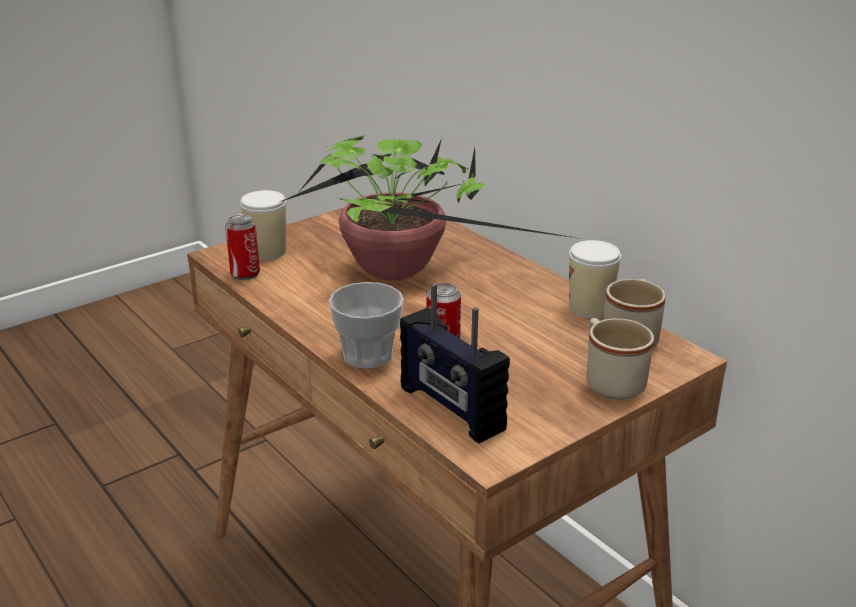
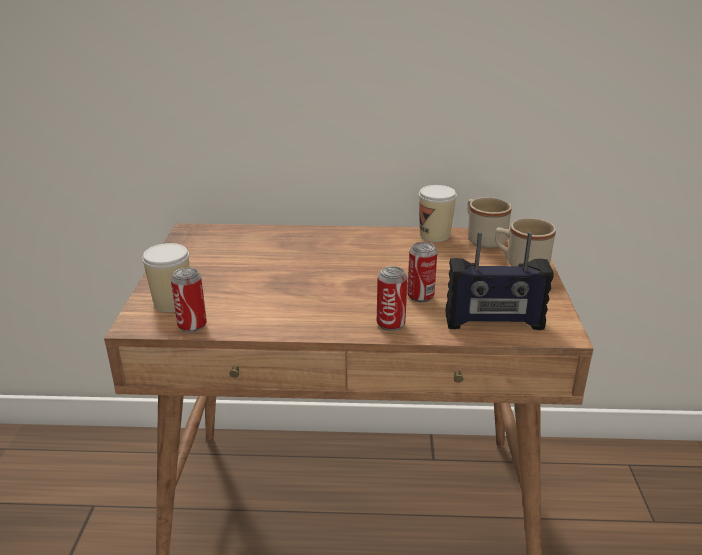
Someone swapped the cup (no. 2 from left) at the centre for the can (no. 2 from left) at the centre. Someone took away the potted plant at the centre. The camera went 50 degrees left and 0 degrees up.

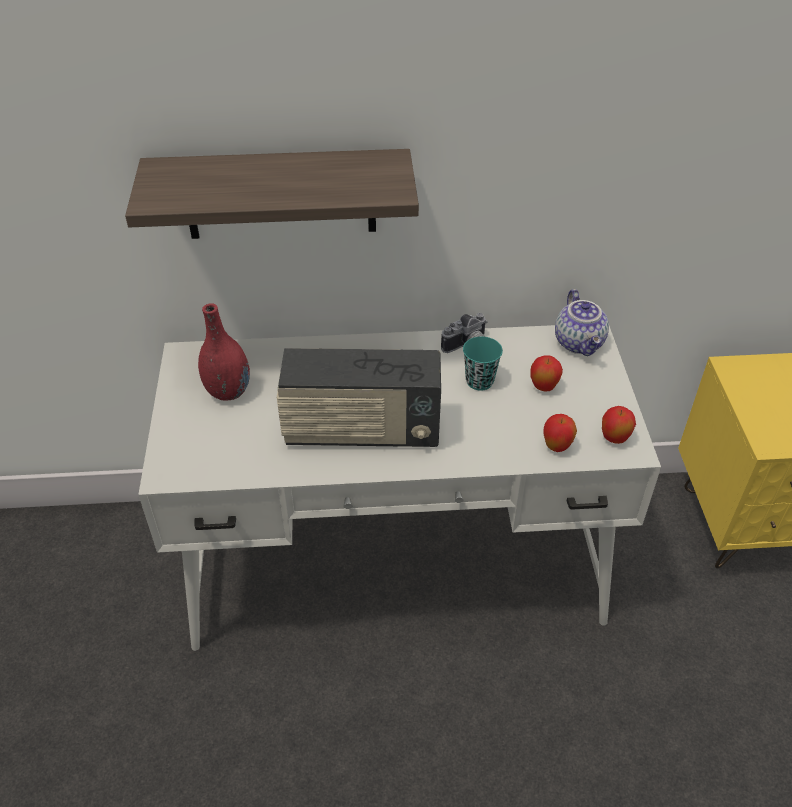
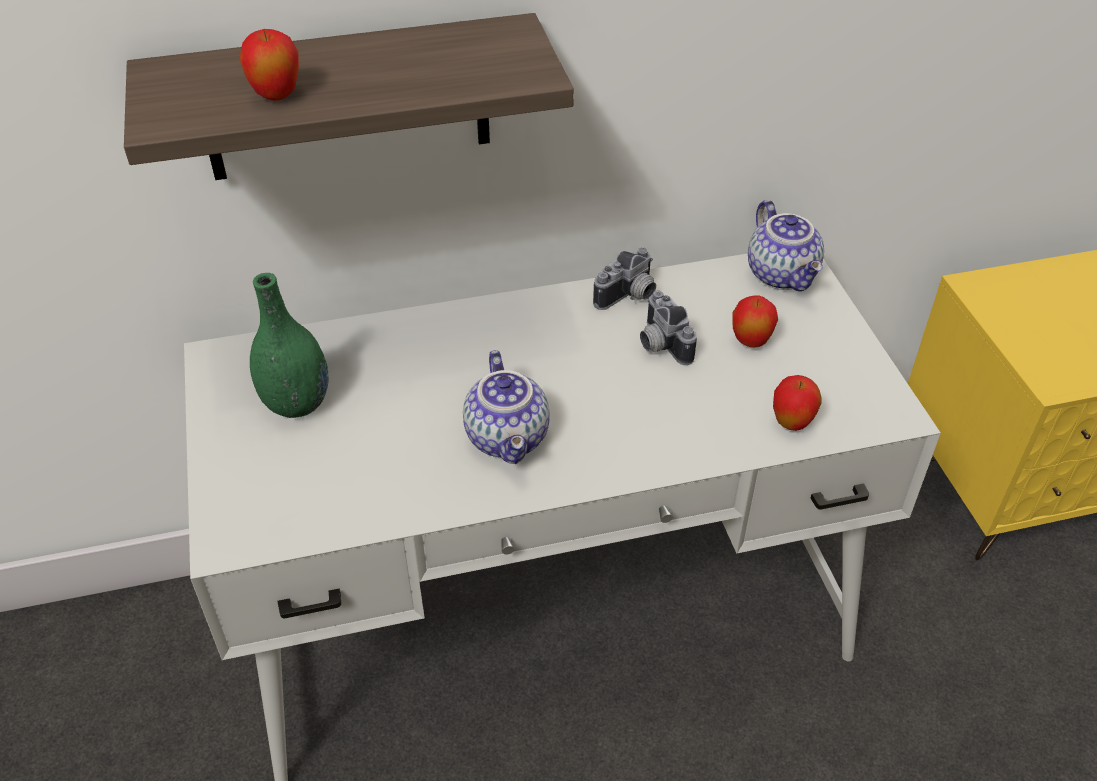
Someone carried the apple (no. 3 from left in the first image) from the middle right to the top left. Someone repainted the red vase at the middle left, which became the green vase at the middle left. Someone swapped the radio at the centre for the teapot (no. 1 from left) at the centre. Someone swapped the turquoise cup at the centre for the photo camera (no. 2 from left) at the centre. The camera went 10 degrees left and 0 degrees up.

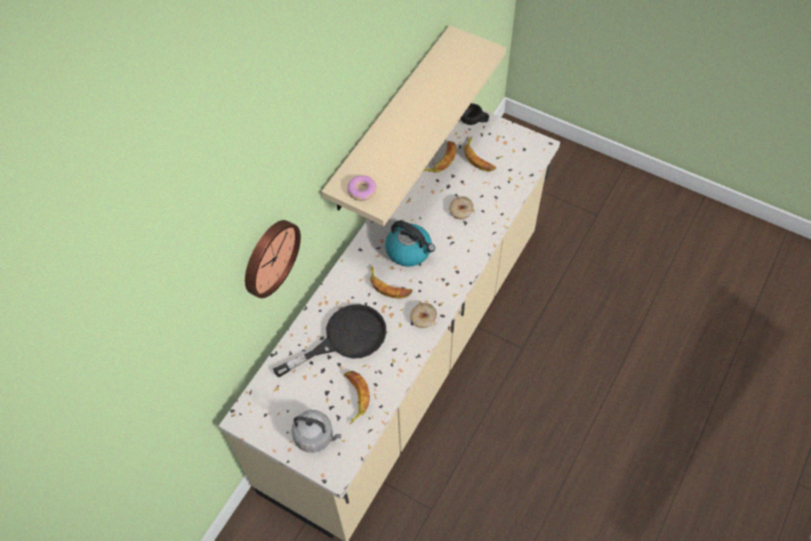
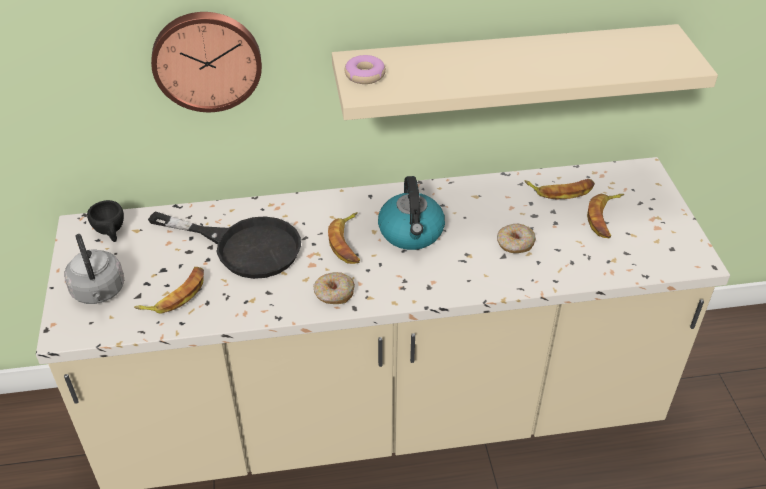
Someone carried the black cup from the top centre to the middle left. The camera went 50 degrees right and 15 degrees down.

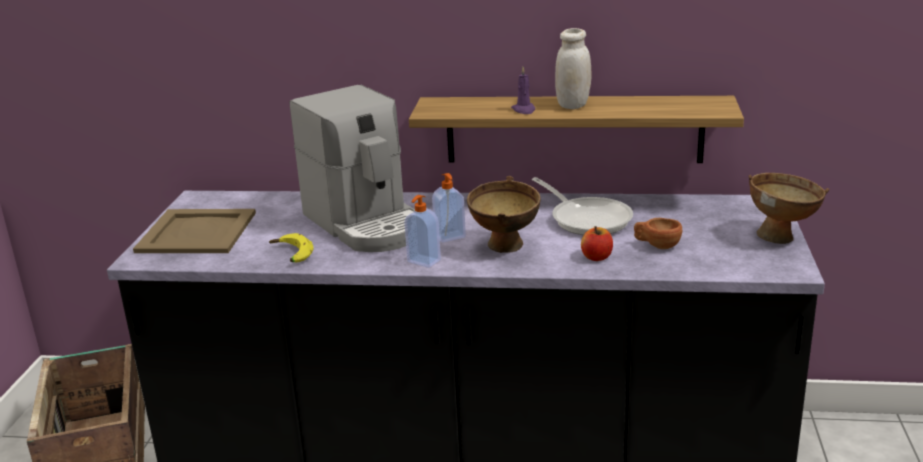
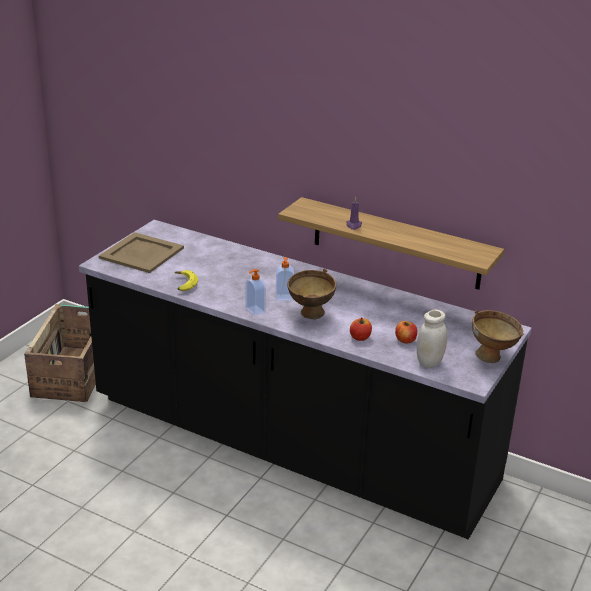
Someone swapped the brown cup at the middle right for the apple (no. 2 from left) at the middle right. Someone carried the white jar from the top centre to the middle right. Someone took away the coffee machine at the centre. Someone took away the frying pan at the centre. The camera went 20 degrees right and 5 degrees up.

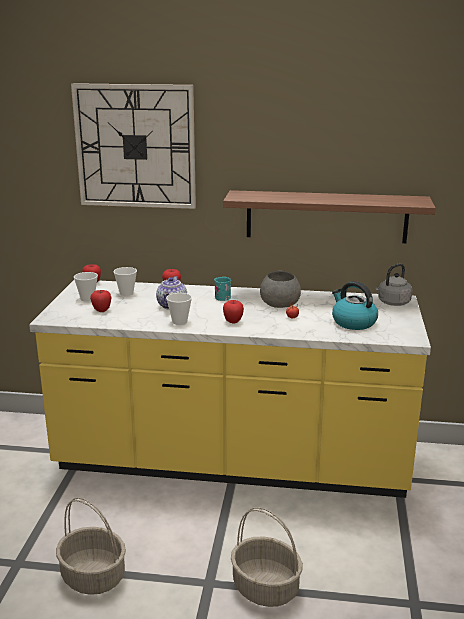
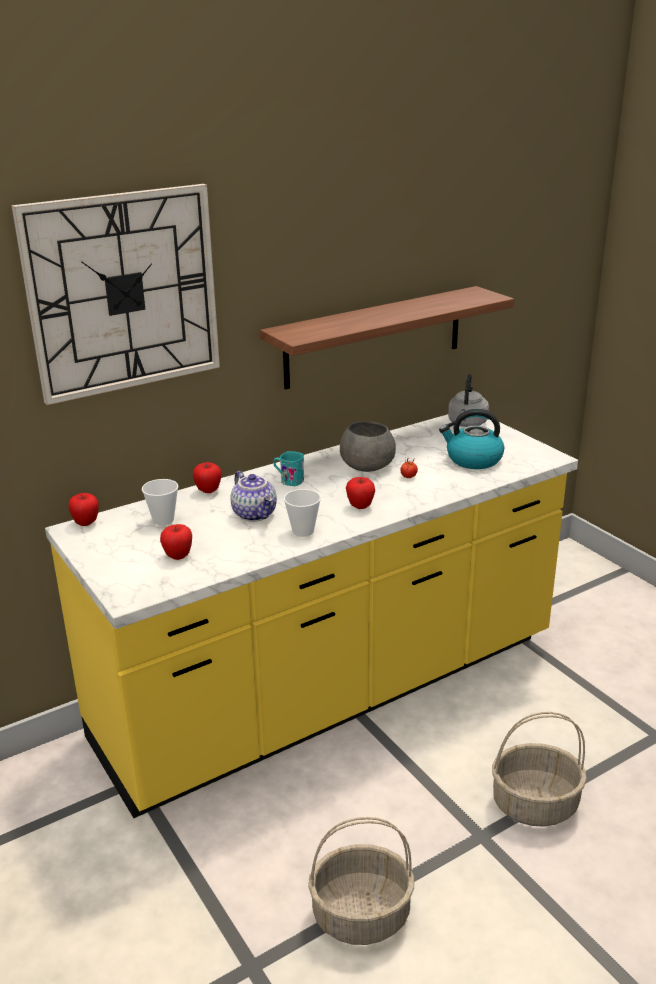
Someone took away the cup (no. 1 from left) at the middle left. The camera went 40 degrees left and 5 degrees up.

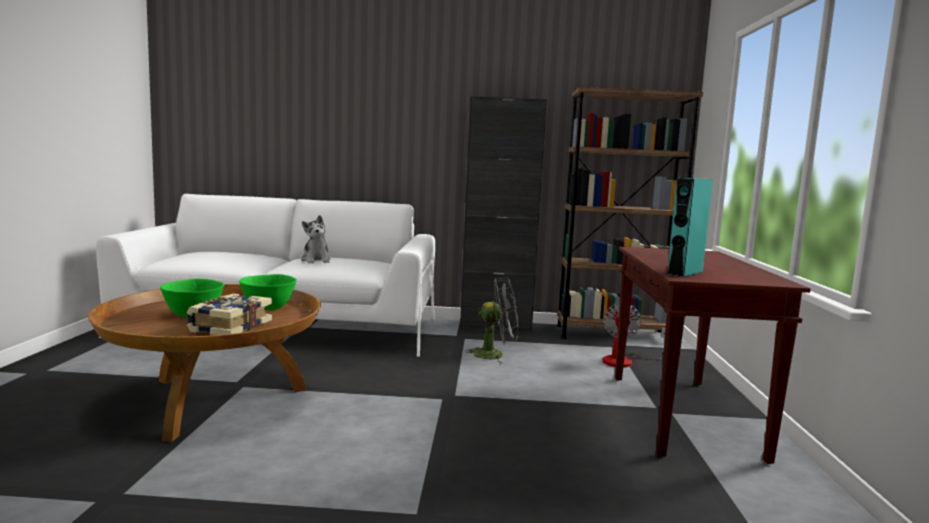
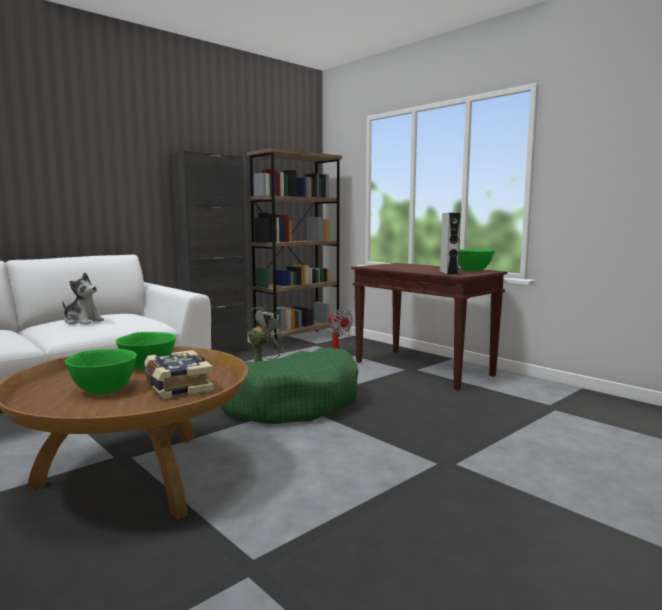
Someone put down the green dog bed at the centre. Someone repainted the turquoise speaker at the middle right, which became the grey speaker at the middle right. Someone put down the green bowl (no. 3 from left) at the middle right. The camera went 45 degrees left and 0 degrees up.

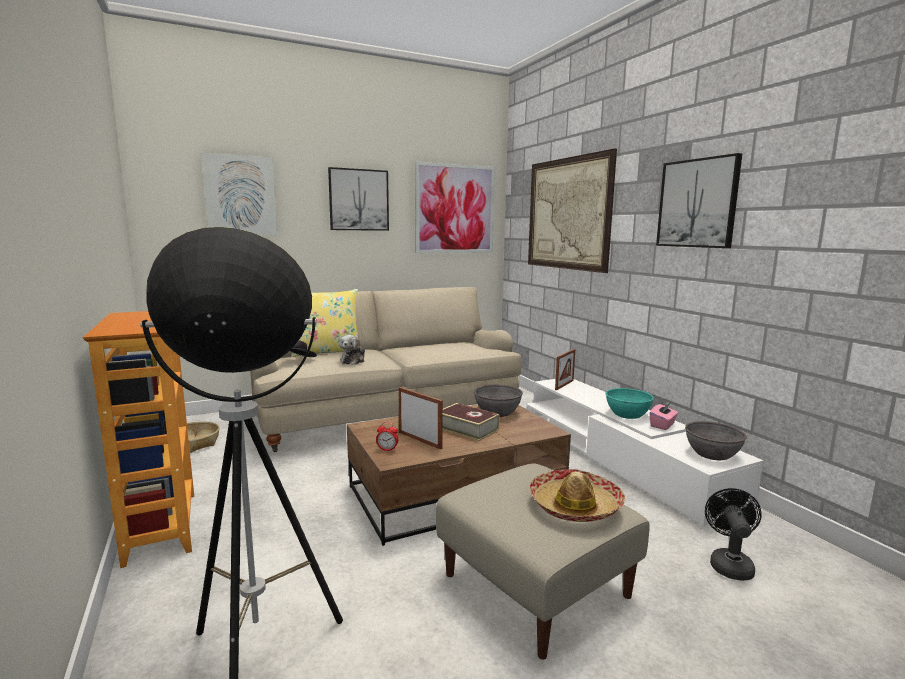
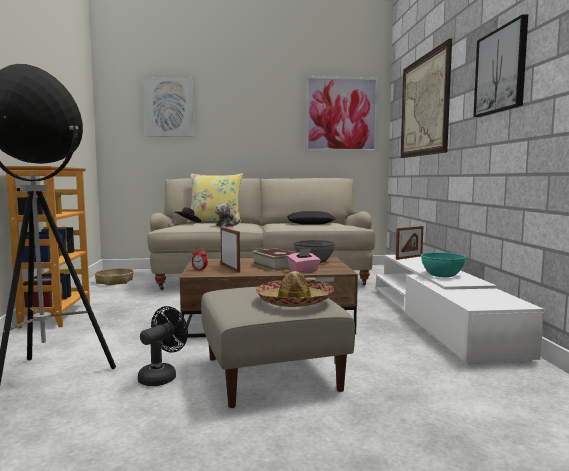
Someone carried the black fan from the bottom right to the bottom left. Someone put down the black pillow at the centre. Someone carried the pink tissue box from the middle right to the centre. Someone took away the picture (no. 2 from left) at the top centre. Someone took away the grey bowl (no. 2 from left) at the middle right. The camera went 20 degrees right and 5 degrees down.

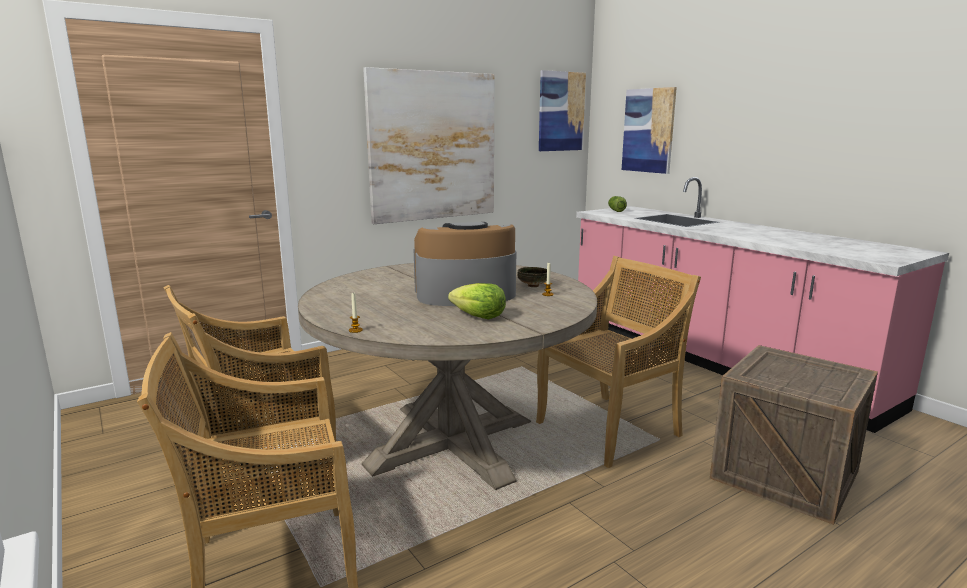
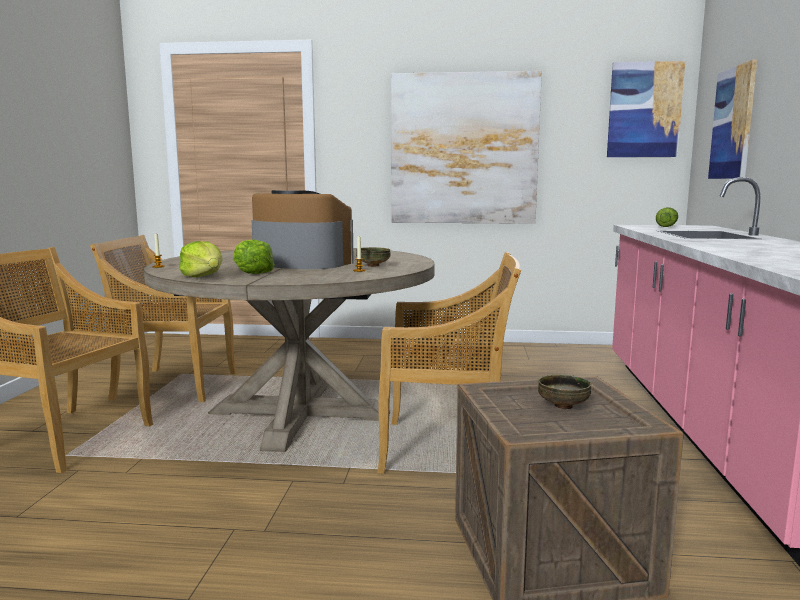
Someone put down the lettuce (no. 1 from left) at the middle left. Someone put down the bowl (no. 2 from left) at the middle right. The camera went 40 degrees right and 5 degrees down.

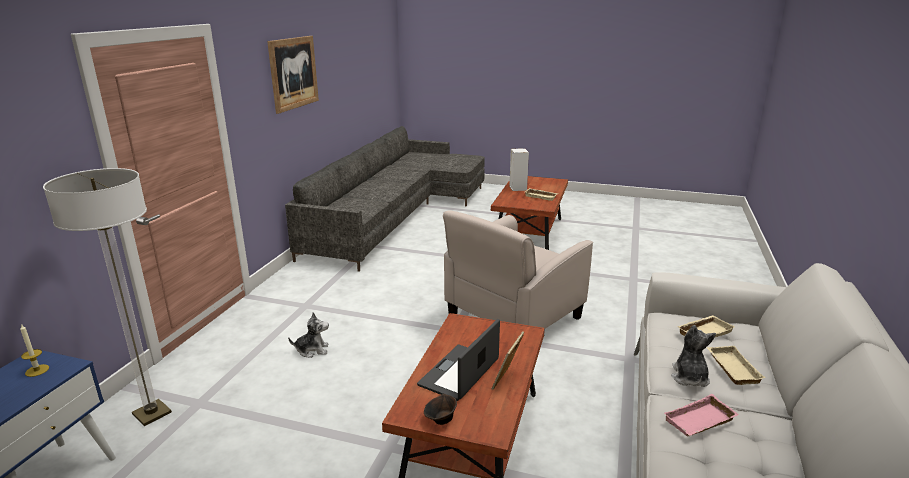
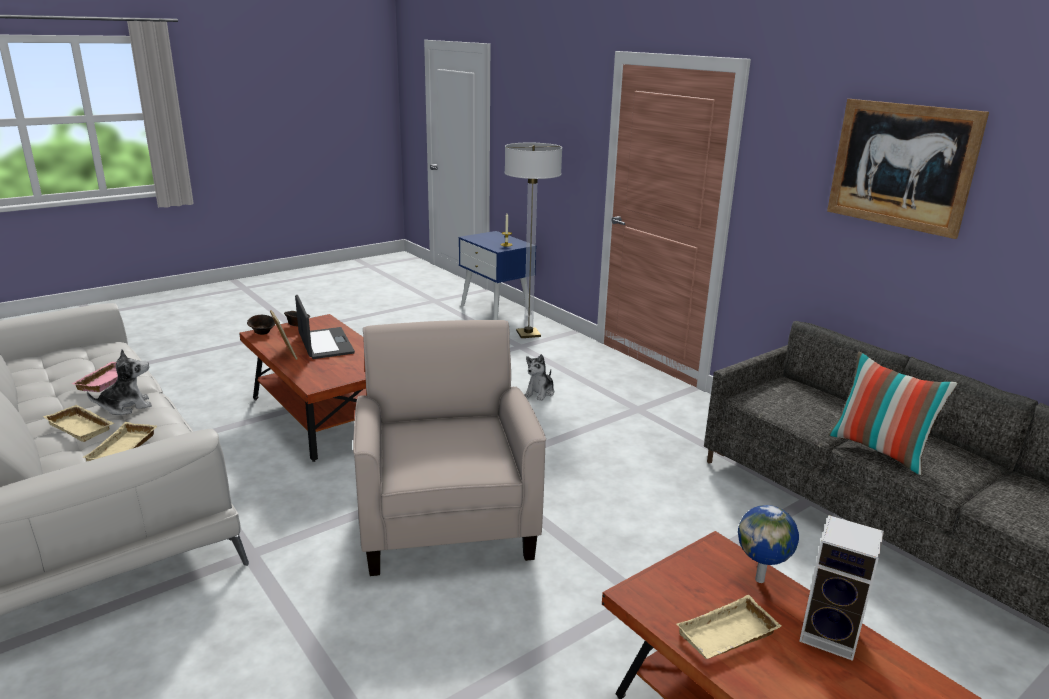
Someone rotated the plush toy (no. 2 from left in the first image) at the bottom right by 75 degrees counterclockwise. Someone put down the brown bowl (no. 1 from left) at the middle left. Someone put down the globe at the bottom right. Someone put down the pillow at the middle right. The camera went 125 degrees right and 0 degrees up.

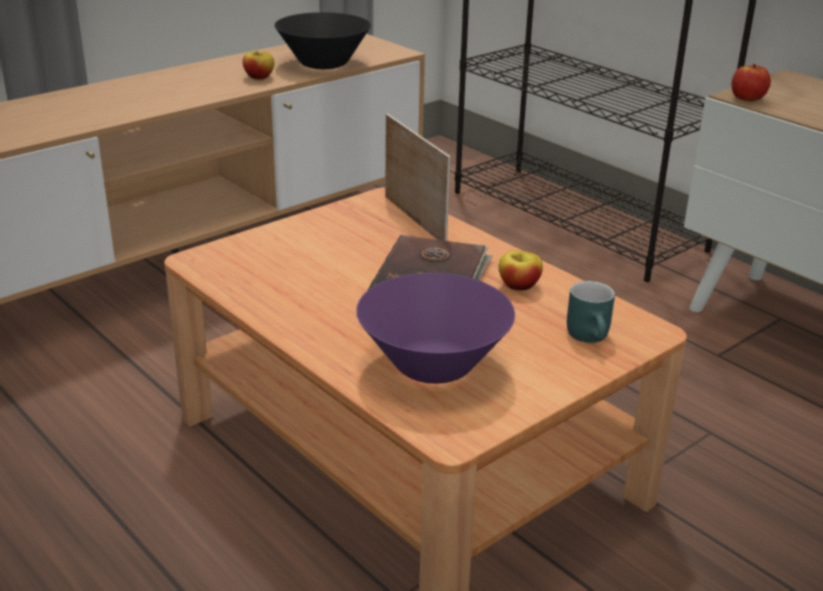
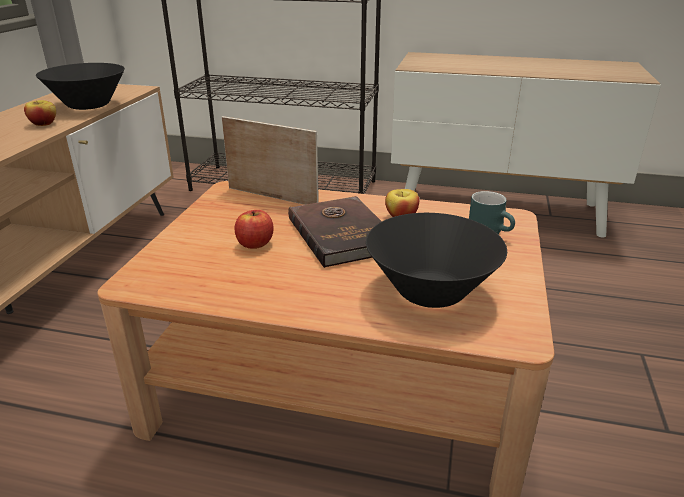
Someone carried the apple (no. 3 from left in the first image) from the top right to the centre. Someone repainted the purple bowl at the centre, which became the black bowl (no. 2 from left) at the centre. The camera went 35 degrees left and 0 degrees up.

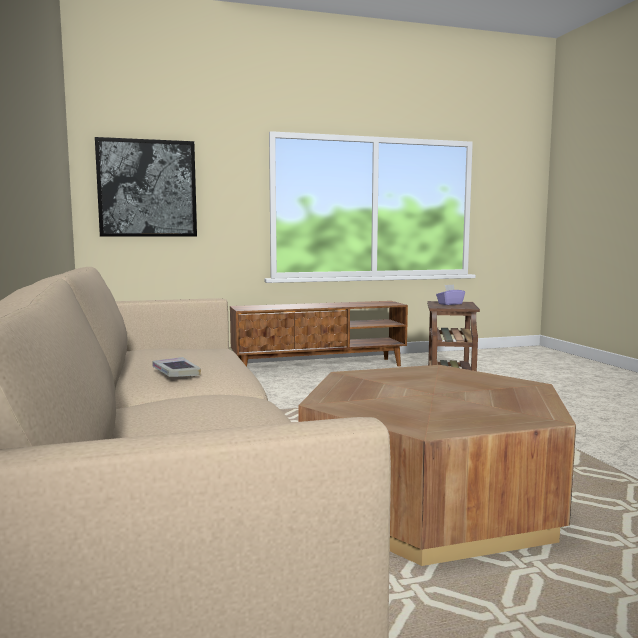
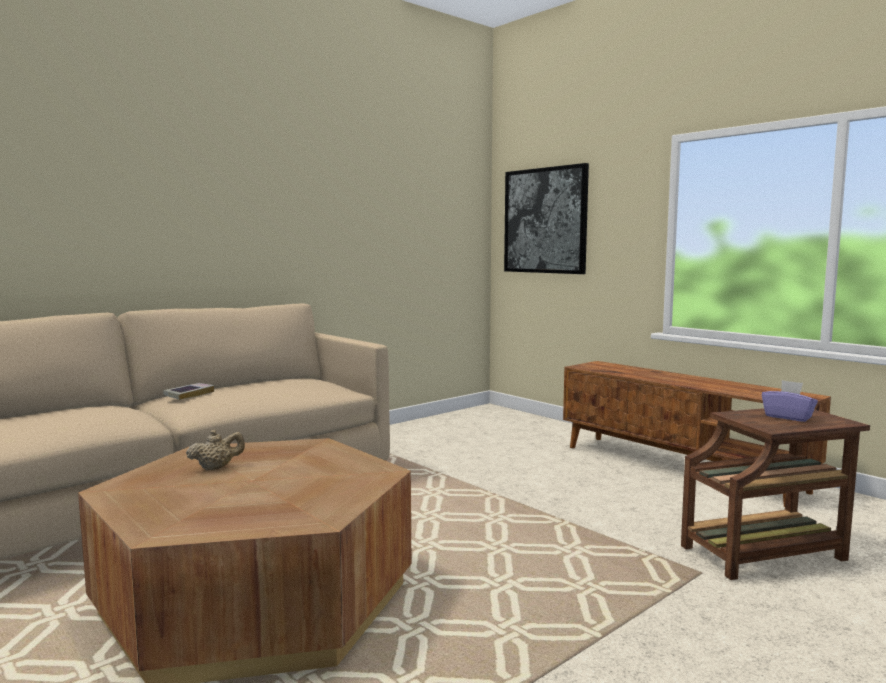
Someone put down the beige teapot at the middle left. The camera went 65 degrees right and 0 degrees up.

